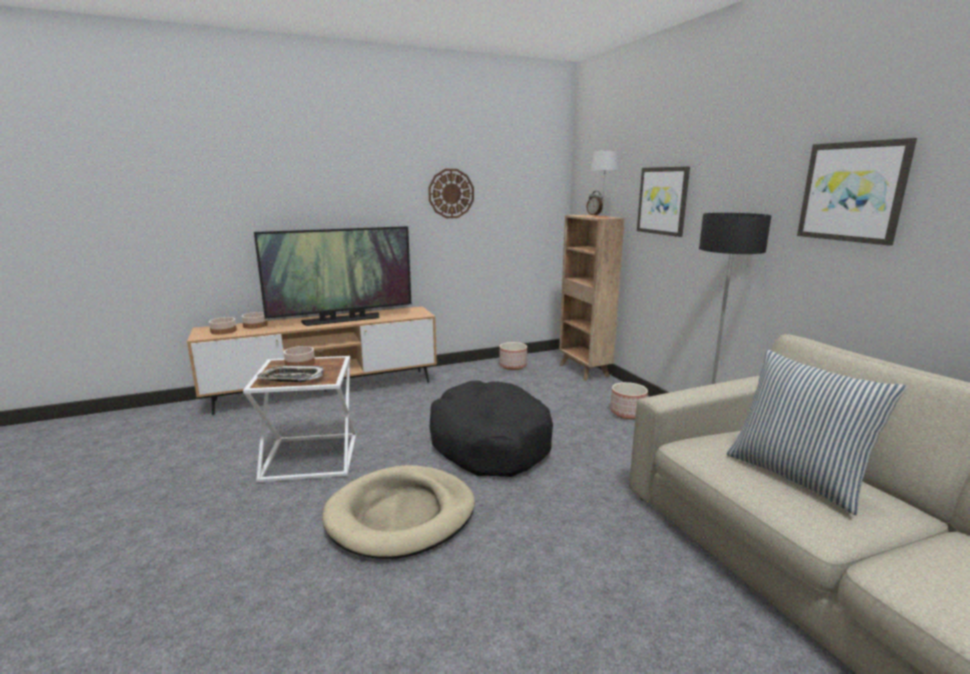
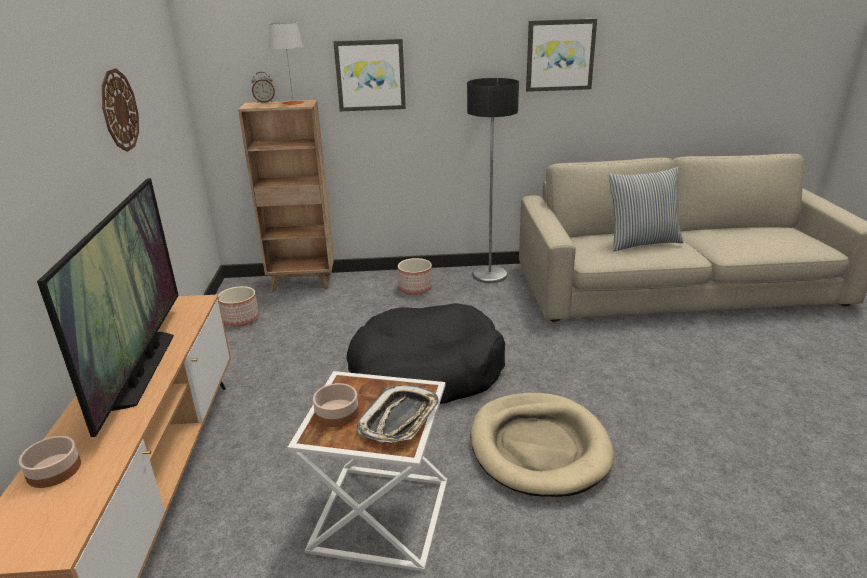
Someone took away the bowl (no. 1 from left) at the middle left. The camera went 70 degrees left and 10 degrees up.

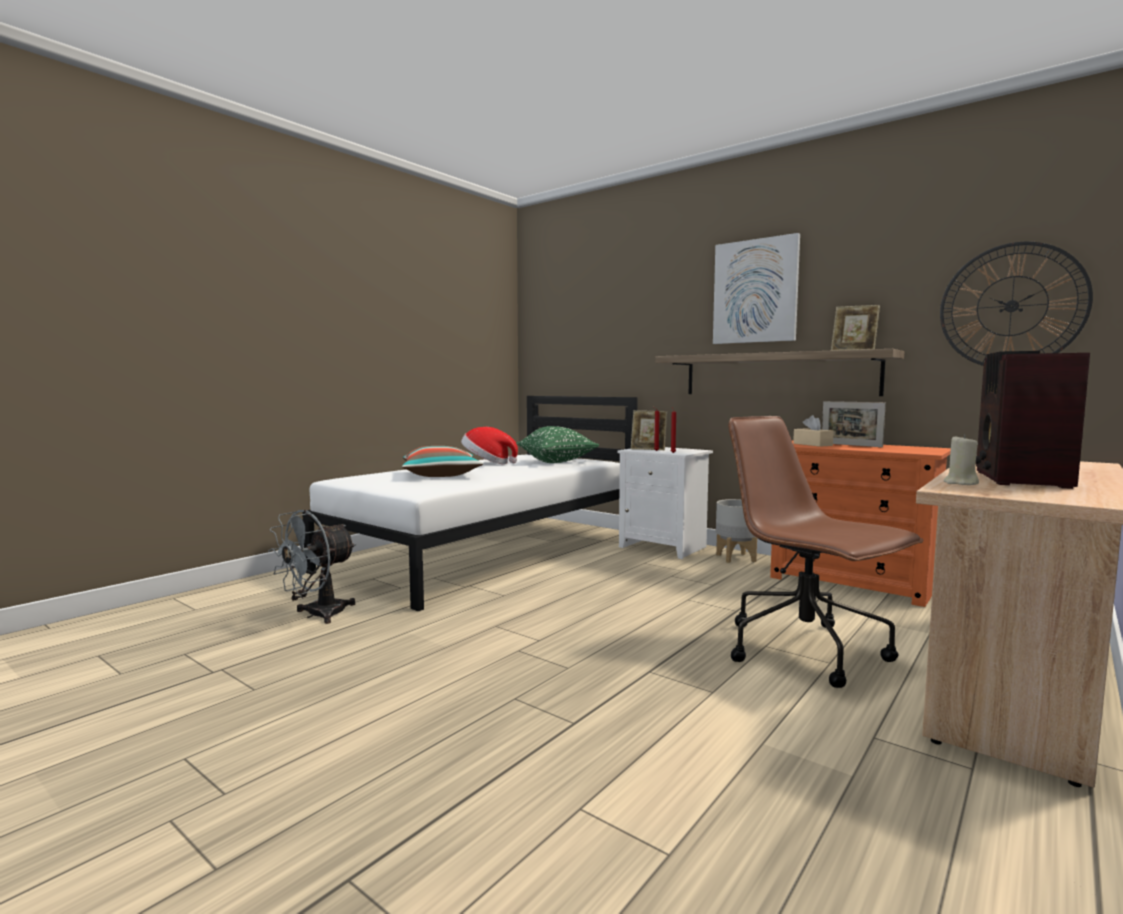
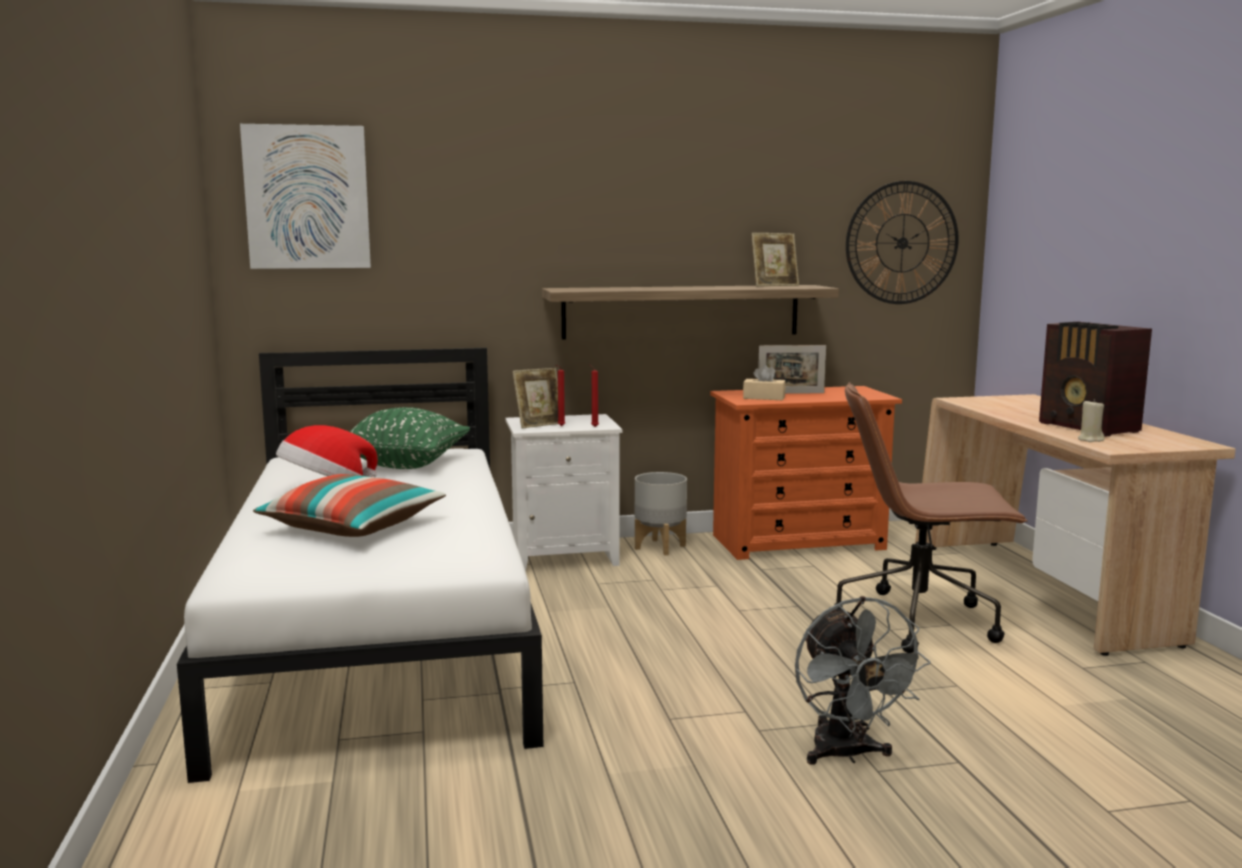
Someone carried the picture from the top right to the top left. Someone carried the grey fan from the middle left to the bottom right. The camera went 50 degrees left and 5 degrees up.

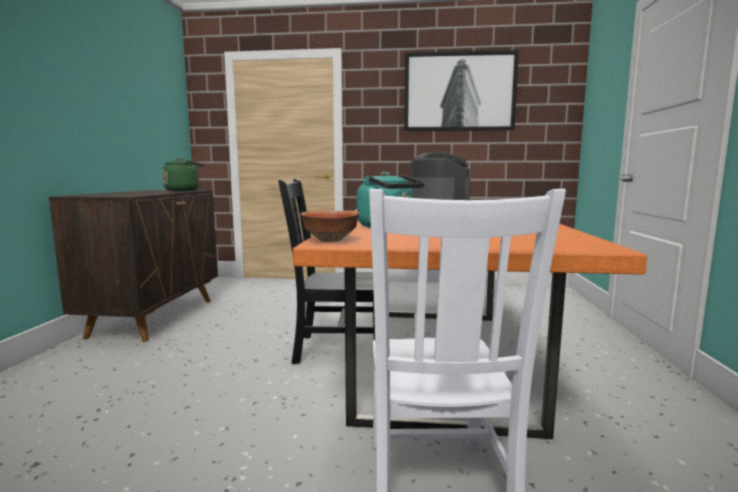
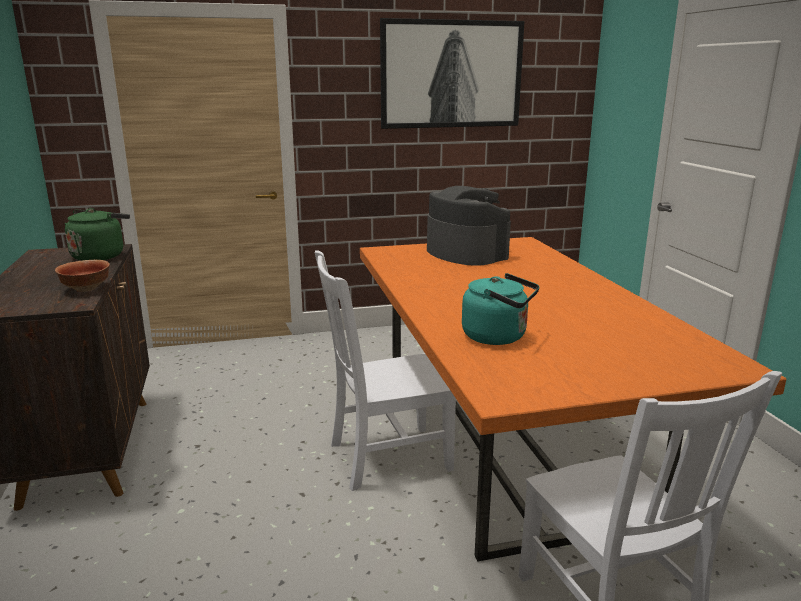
Someone carried the bowl from the centre to the middle left. Someone repainted the black chair at the centre, which became the white chair (no. 1 from left) at the centre. The camera went 20 degrees left and 10 degrees up.

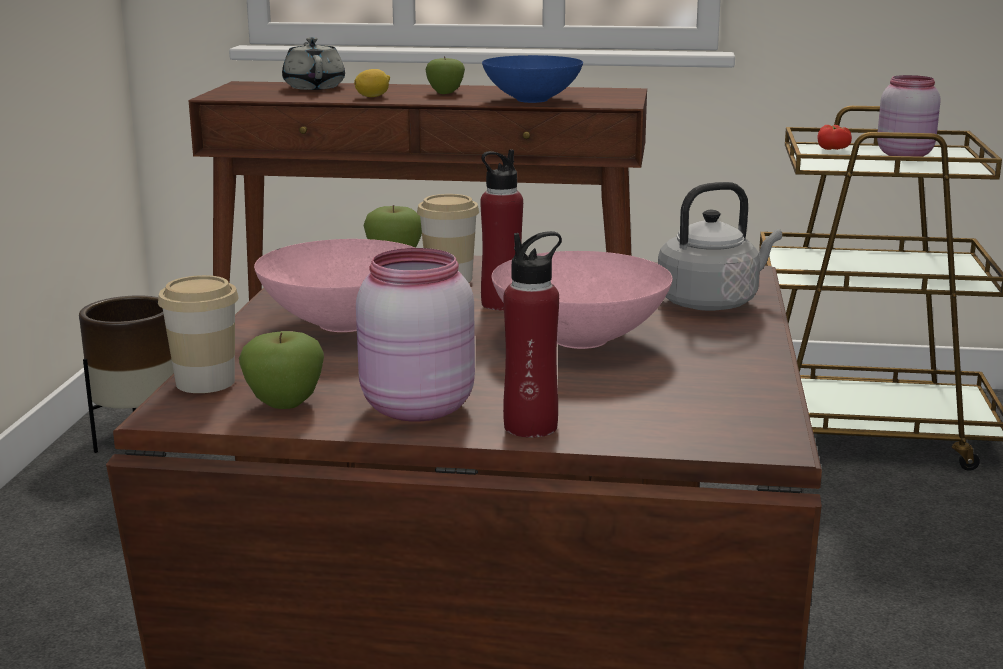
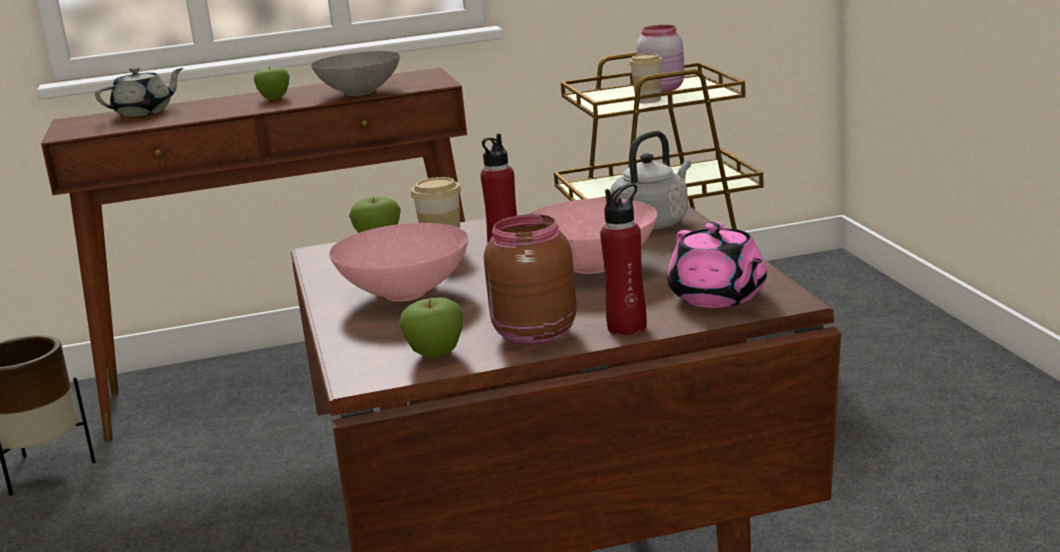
Someone rotated the grey teapot at the top left by 90 degrees clockwise. Someone repainted the blue bowl at the top centre, which became the grey bowl at the top centre. Someone repainted the pink jar (no. 1 from left) at the centre, which became the brown jar at the centre. Someone carried the cup (no. 1 from left in the first image) from the middle left to the top centre. Someone put down the pink teapot at the middle right. Someone took away the lemon at the top centre. Someone took away the tomato at the top right. The camera went 20 degrees left and 0 degrees up.

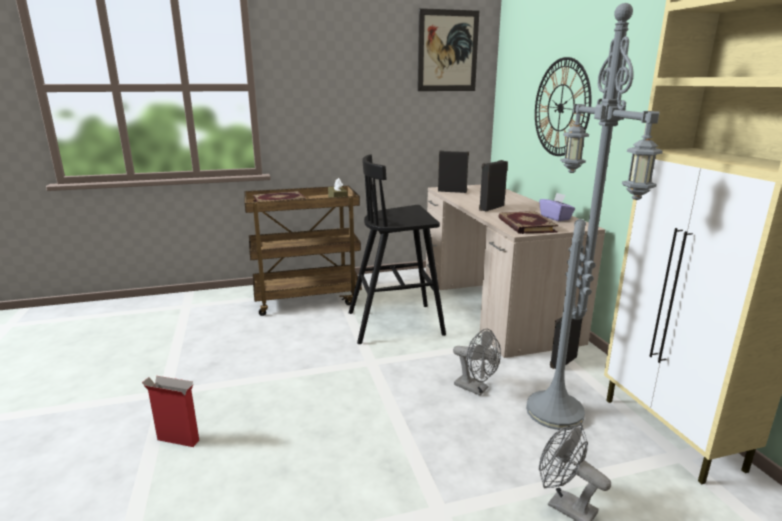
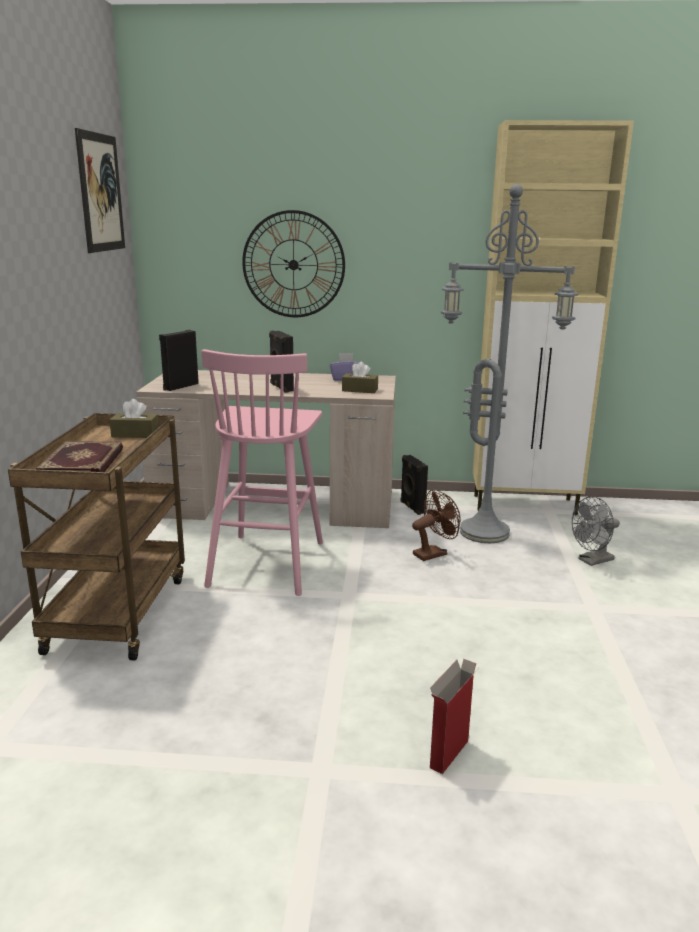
Someone repainted the black stool at the centre, which became the pink stool at the centre. Someone swapped the book (no. 2 from left) at the middle right for the brown tissue box (no. 2 from left) at the centre. Someone repainted the grey fan (no. 1 from left) at the bottom centre, which became the brown fan at the centre. The camera went 70 degrees left and 0 degrees up.

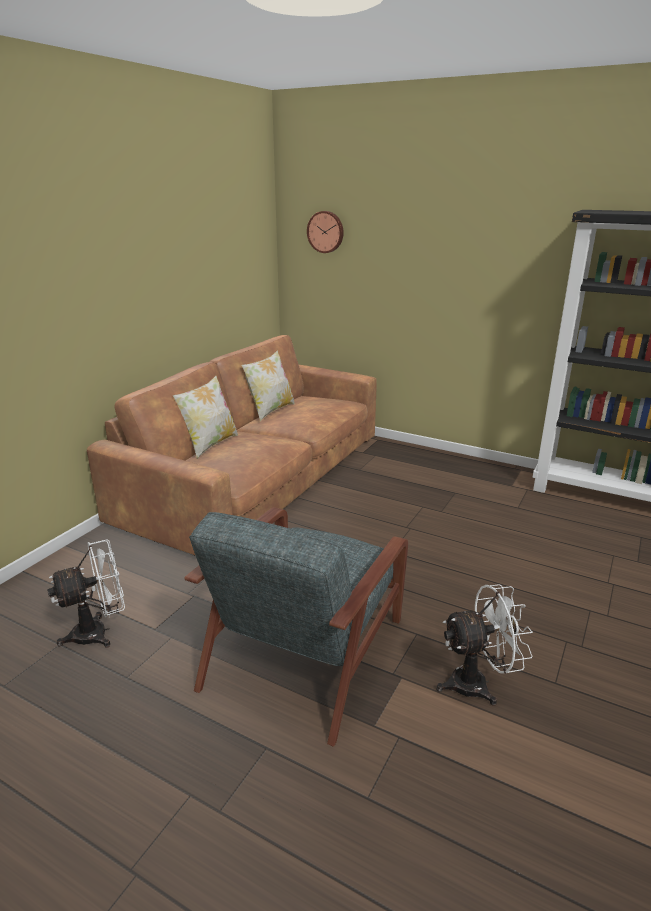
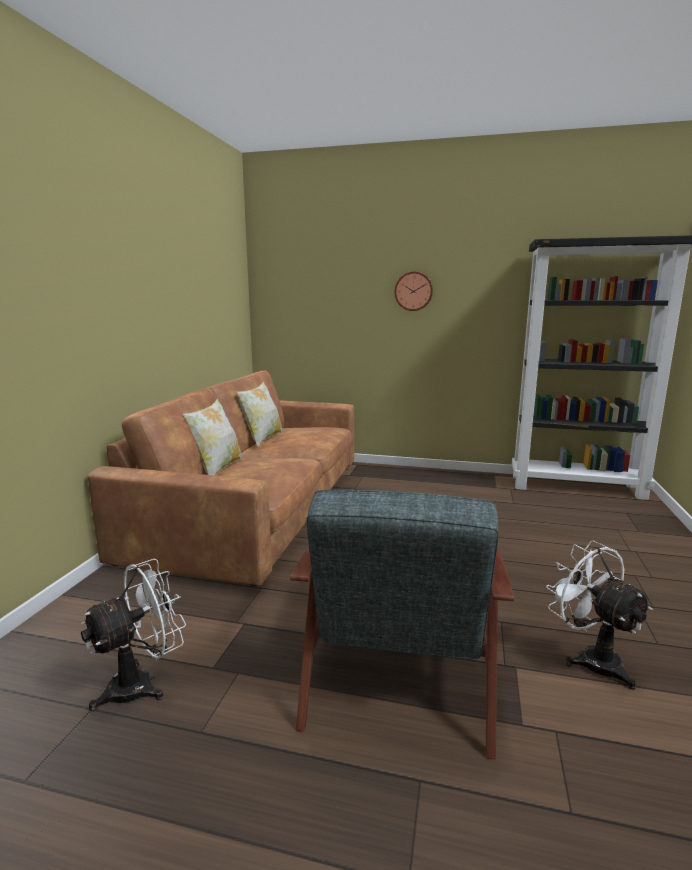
Someone carried the wall clock from the top centre to the centre. Someone rotated the white fan (no. 2 from left) at the bottom right by 90 degrees counterclockwise. The camera went 15 degrees left and 10 degrees down.

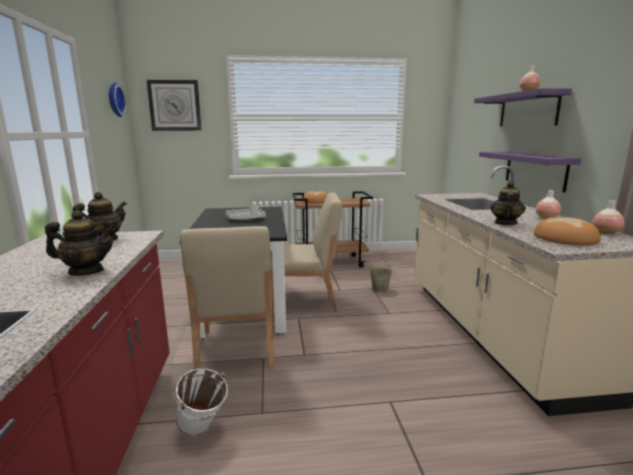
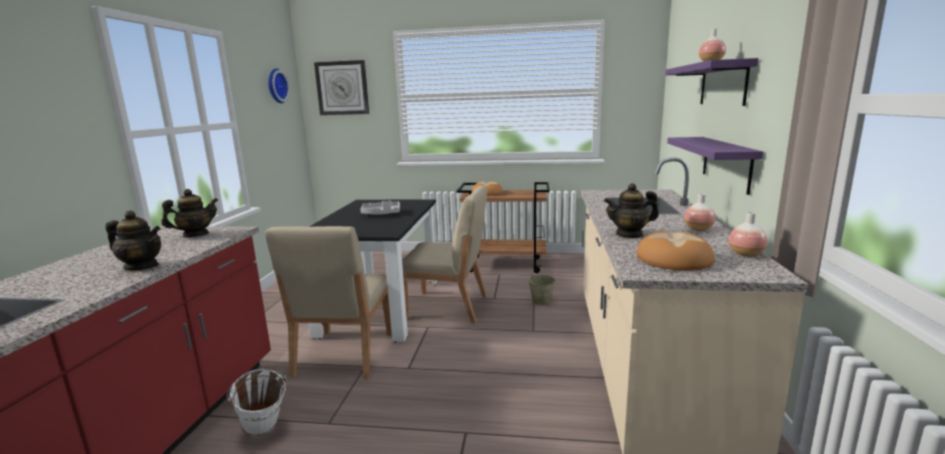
Someone rotated the teapot (no. 3 from left) at the middle right by 135 degrees counterclockwise. The camera went 15 degrees right and 0 degrees up.

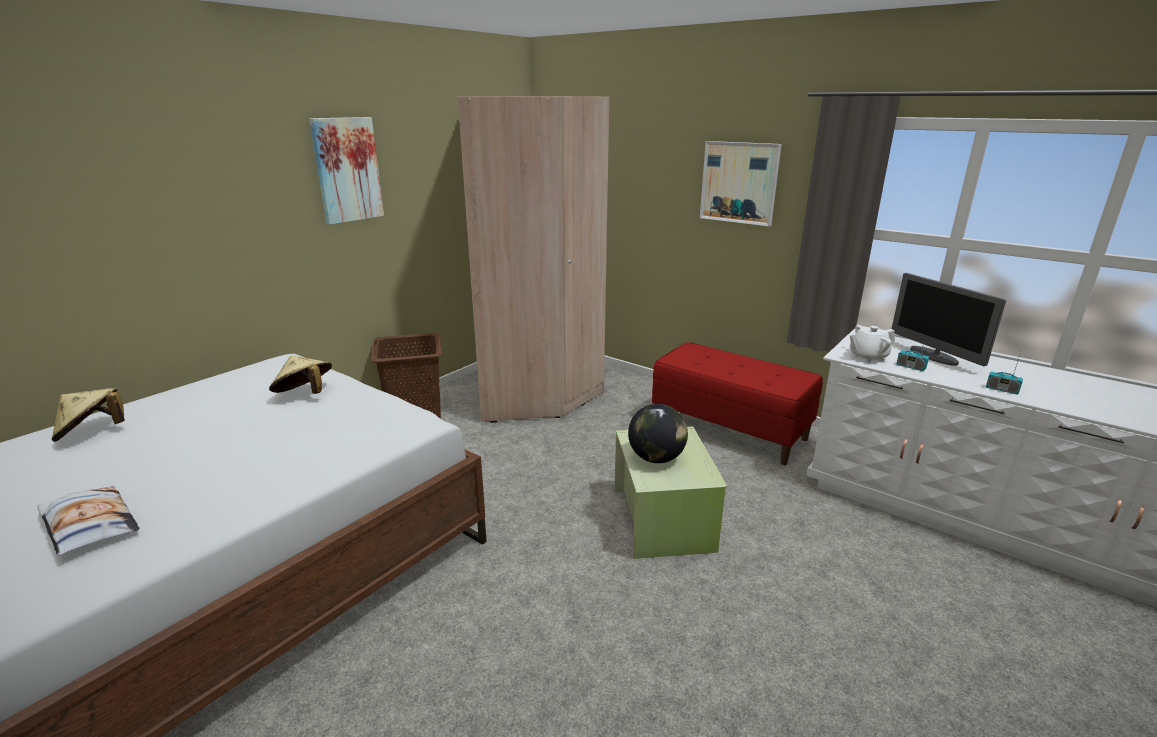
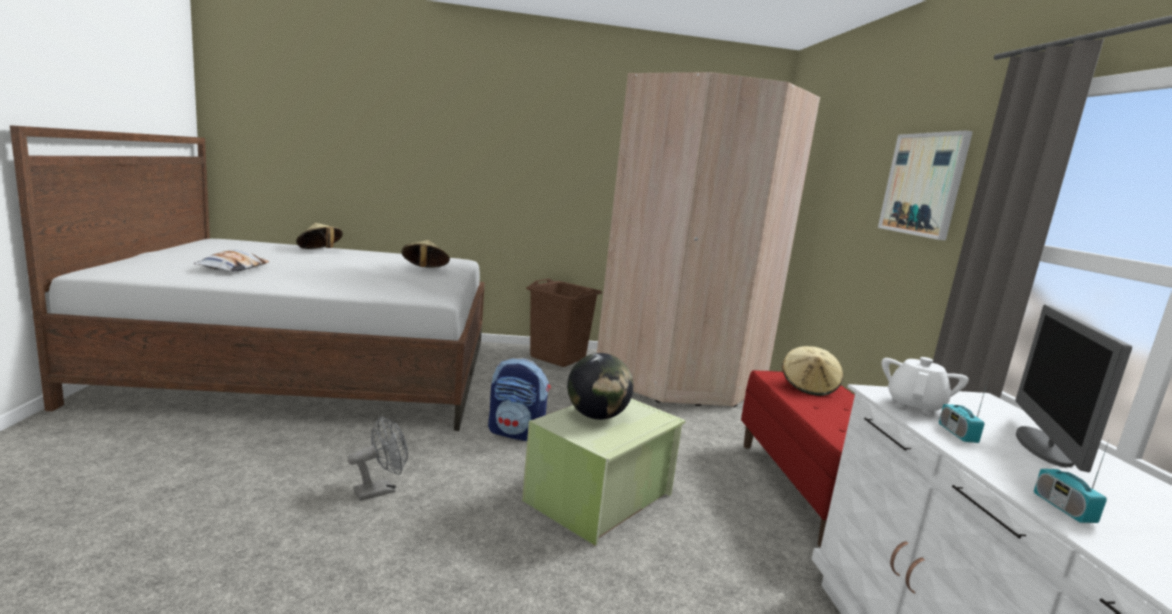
Someone put down the grey fan at the bottom left. Someone put down the backpack at the centre. Someone put down the beige hat (no. 3 from left) at the middle right. Someone rotated the white teapot at the middle right by 90 degrees clockwise. Someone took away the picture (no. 1 from left) at the top left. The camera went 45 degrees right and 10 degrees down.

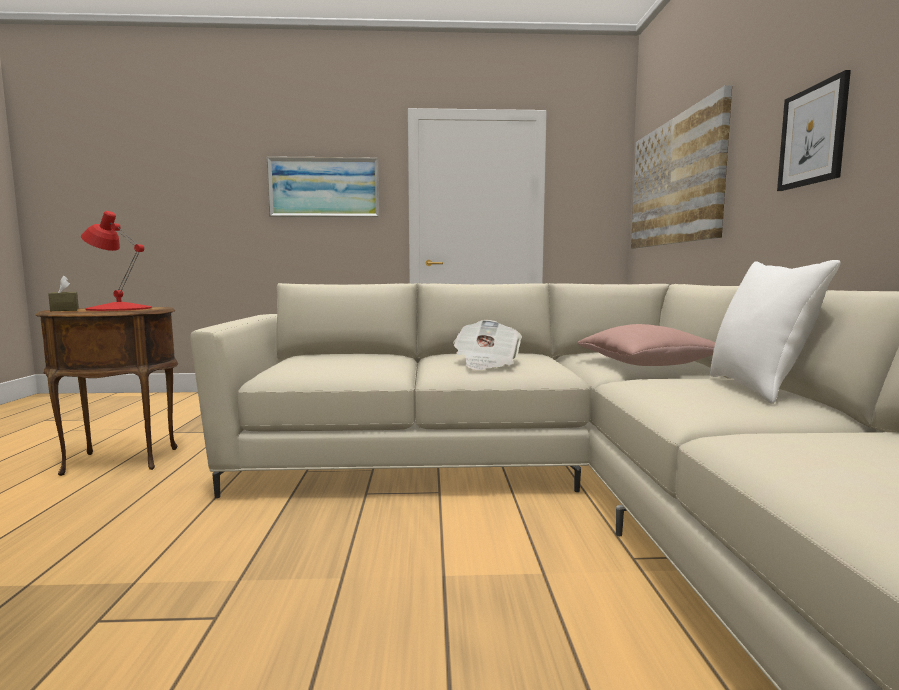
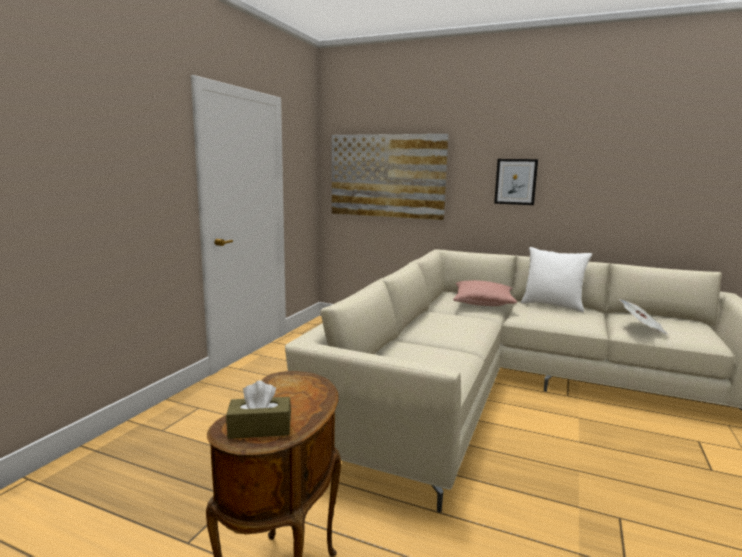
Someone carried the newspaper from the centre to the middle right. Someone took away the red table lamp at the middle left. Someone took away the picture (no. 1 from left) at the top centre. The camera went 65 degrees left and 5 degrees up.

